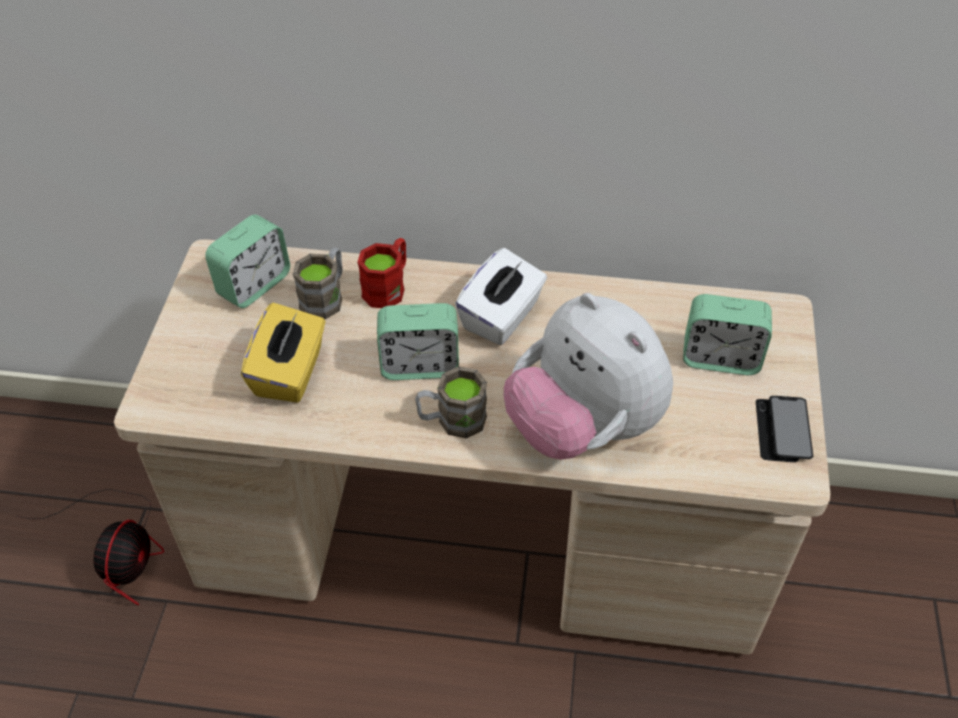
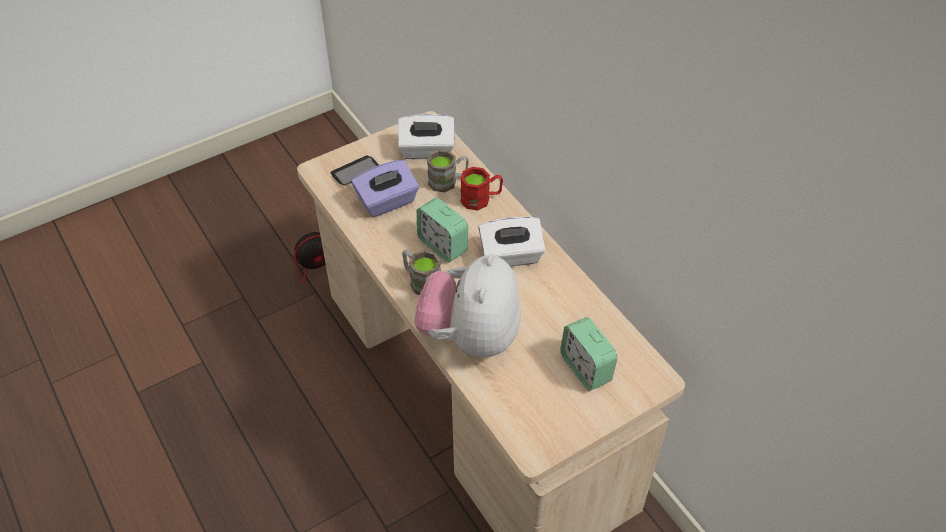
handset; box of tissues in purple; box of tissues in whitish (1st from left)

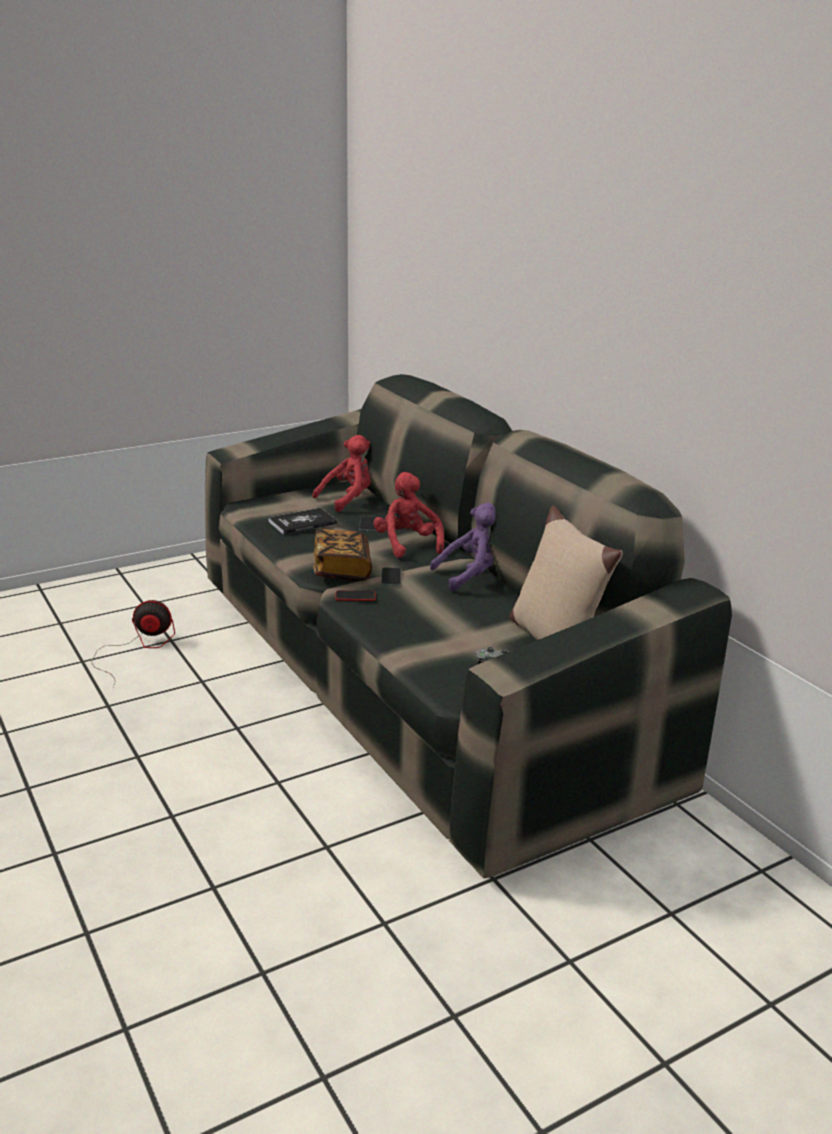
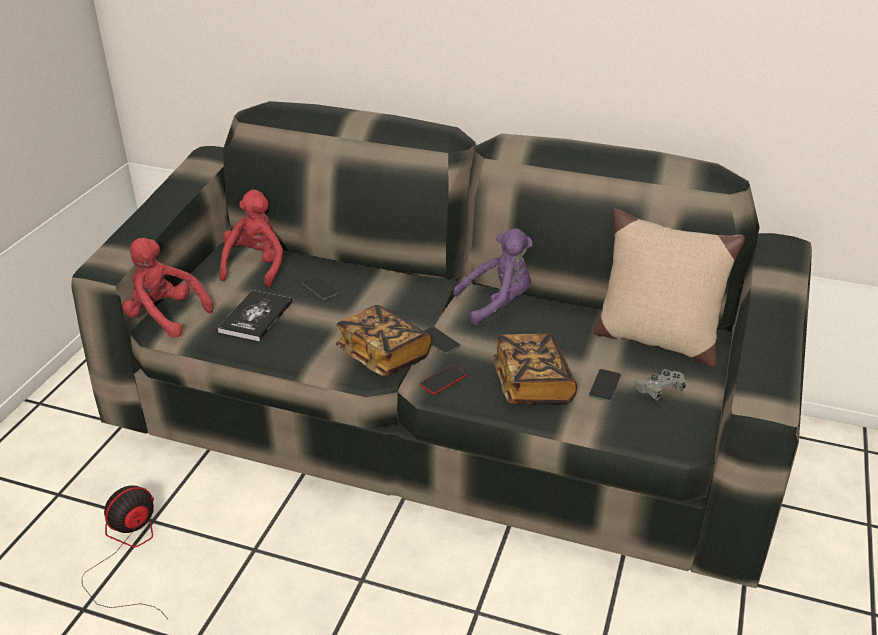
cuddly toy in red-coloured (1st from left); cuddly toy in purple; bound book (3rd from left); handset (4th from left)

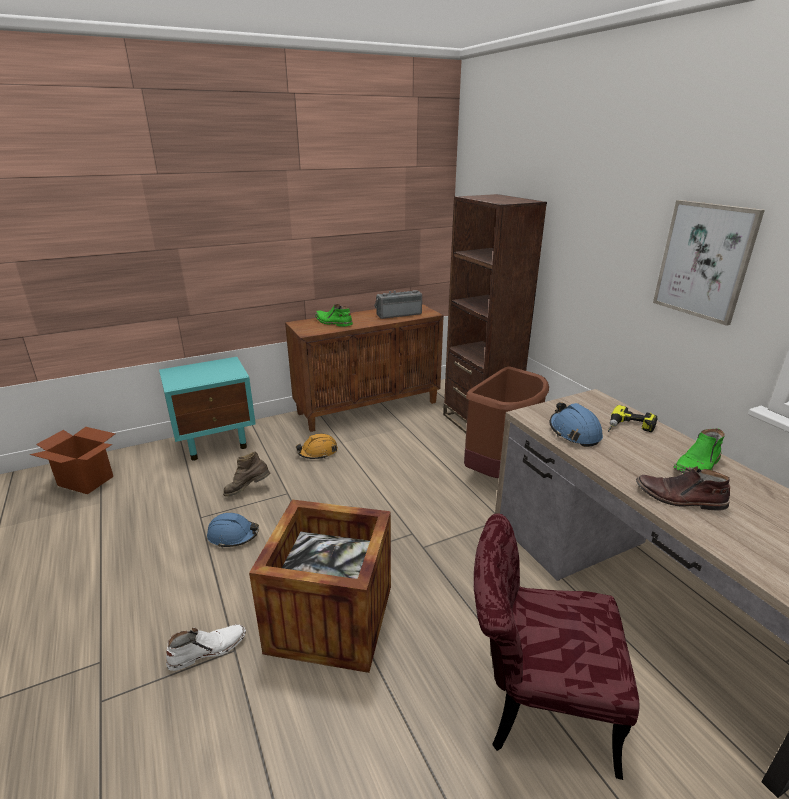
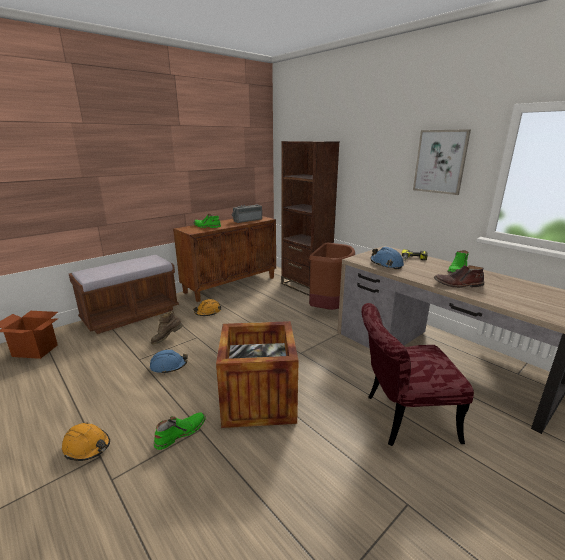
work helmet in orange (1st from left); indoor bench in brown; high-top boot in green (1st from left)

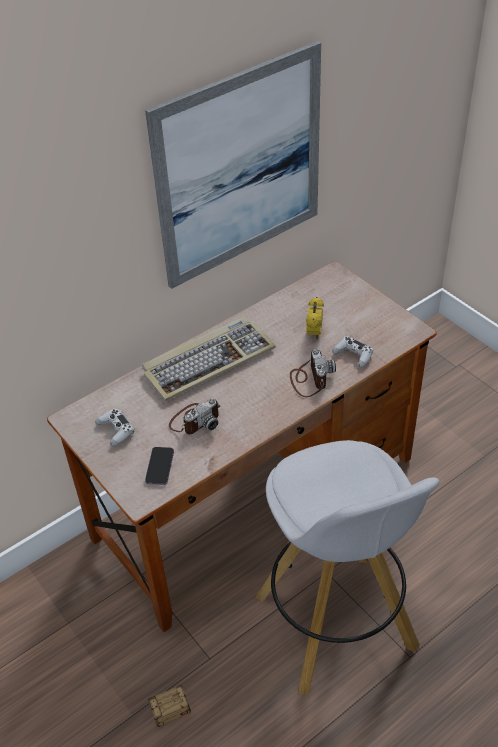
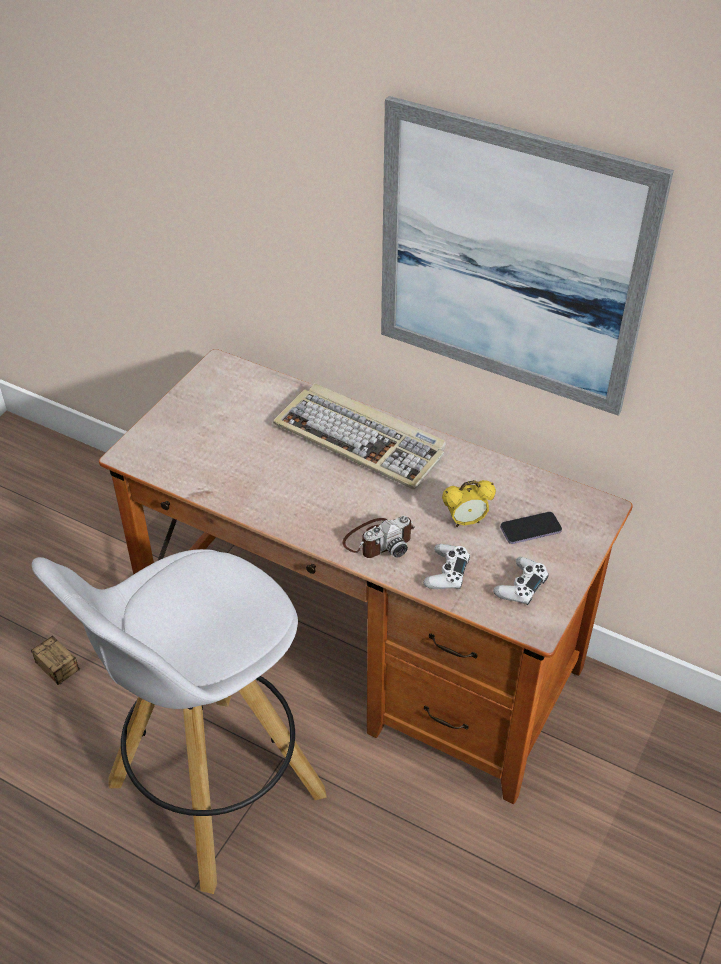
gamepad in whitish (2nd from left); handset; still camera (1st from left in the first image)

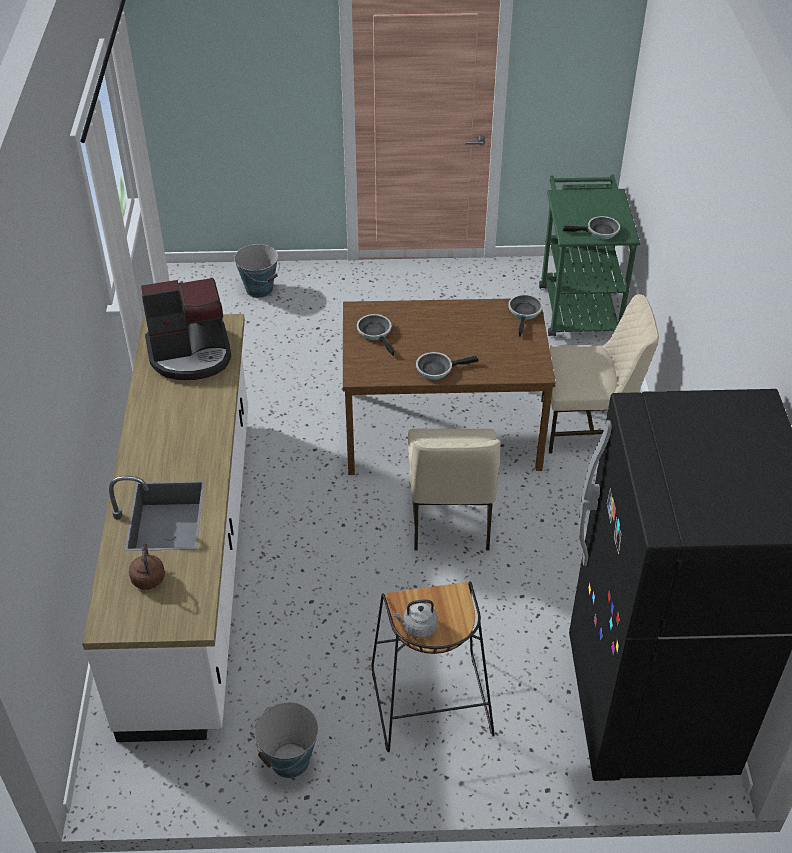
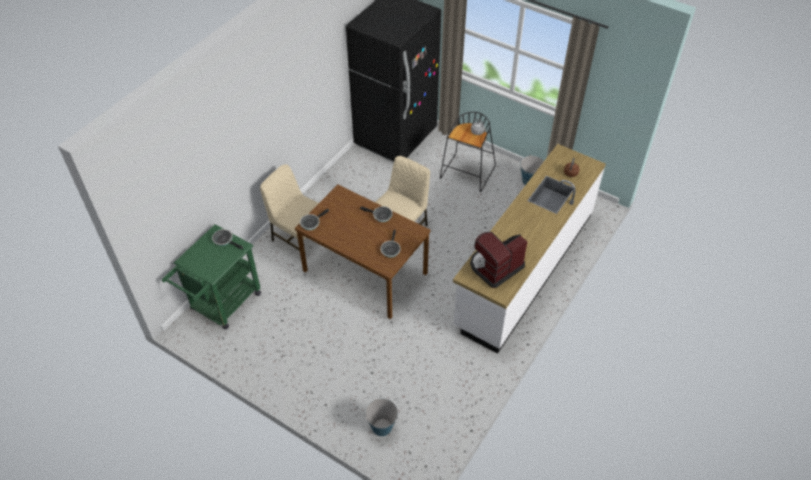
coffee machine

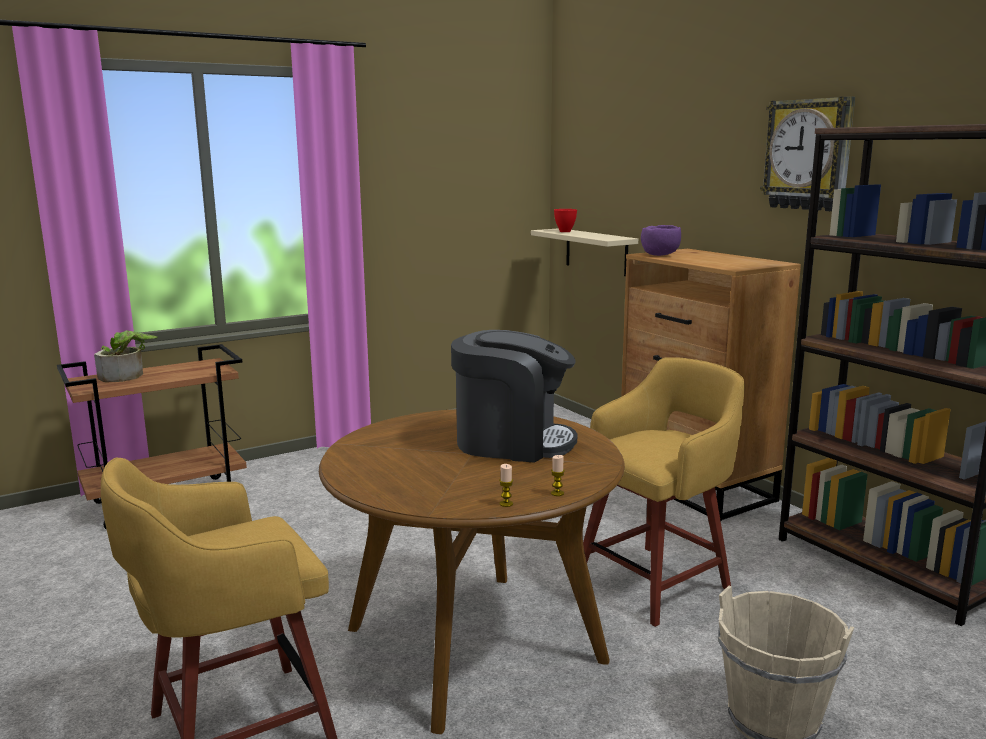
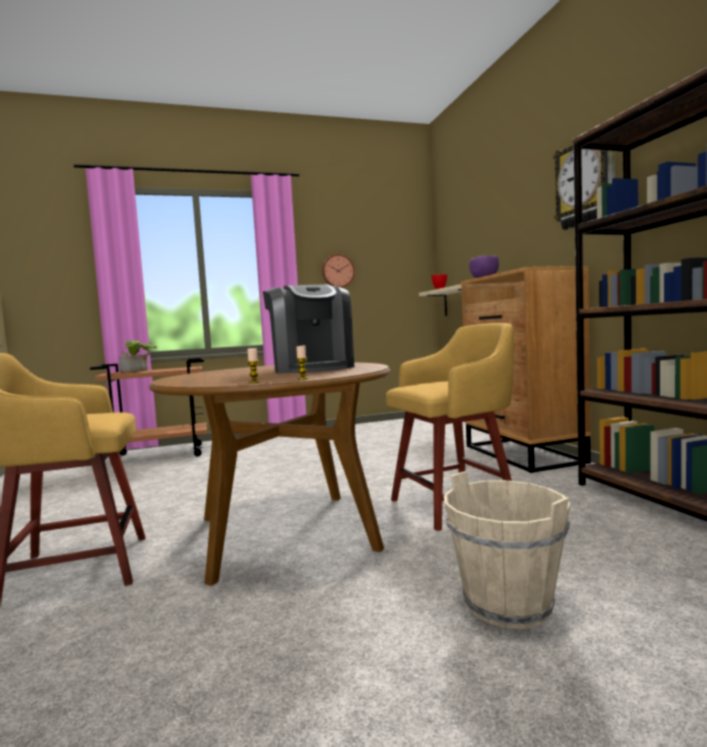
coffee machine; wall clock (1st from left)

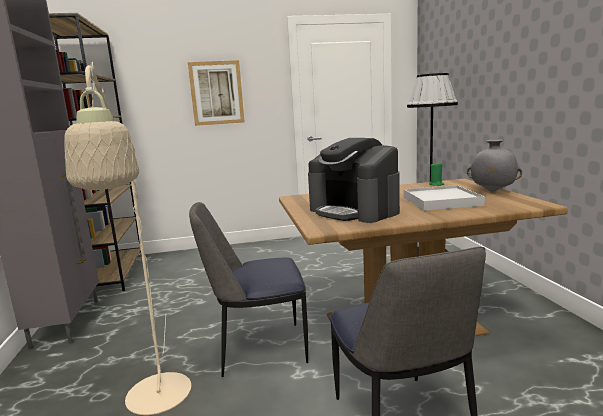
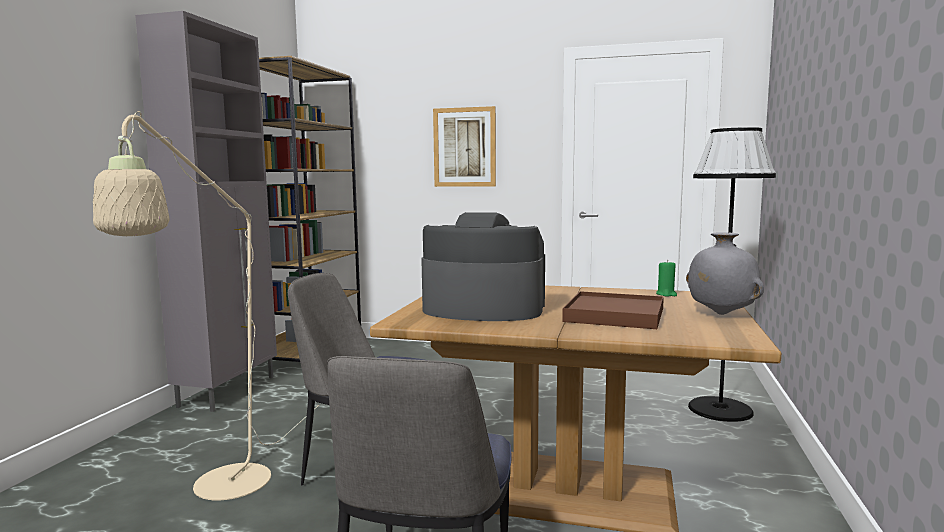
coffee machine; tray in brown

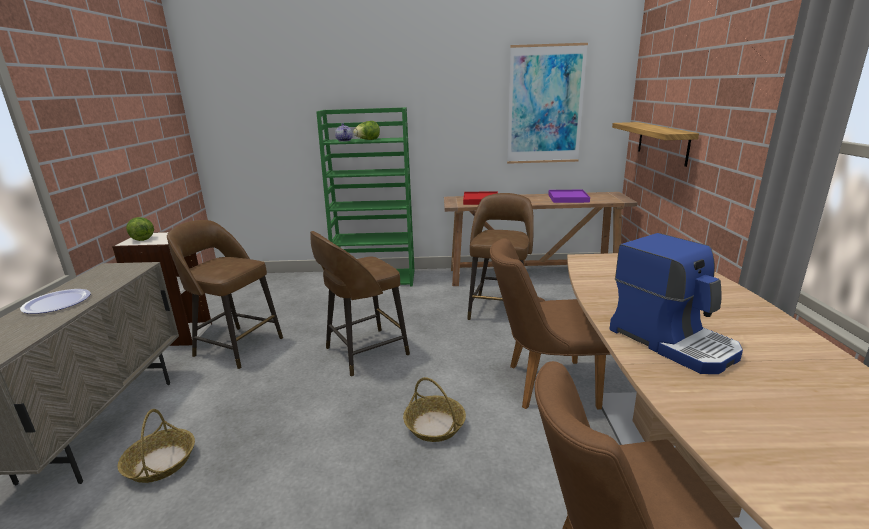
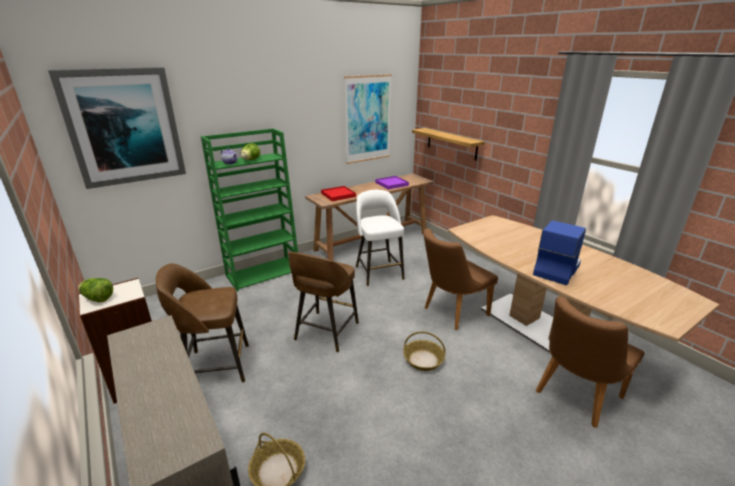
wall art (1st from left); stool in whitish; coffee machine; flat dish

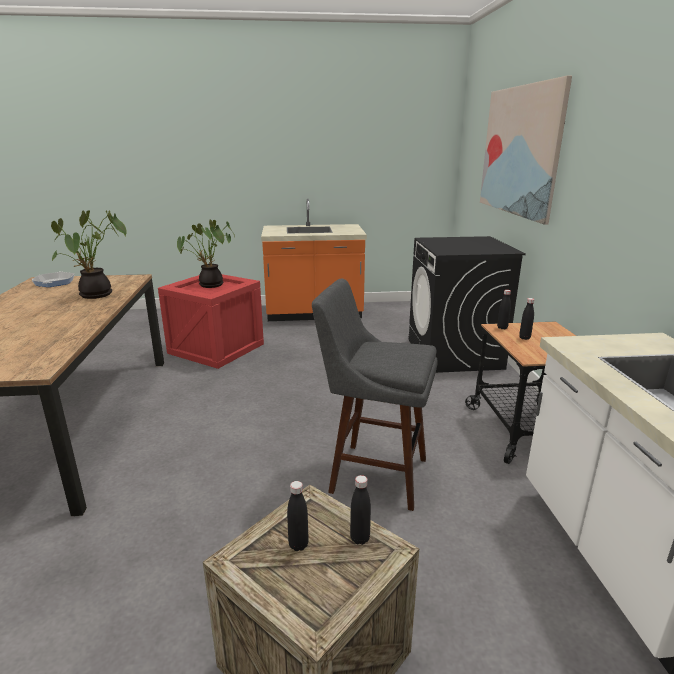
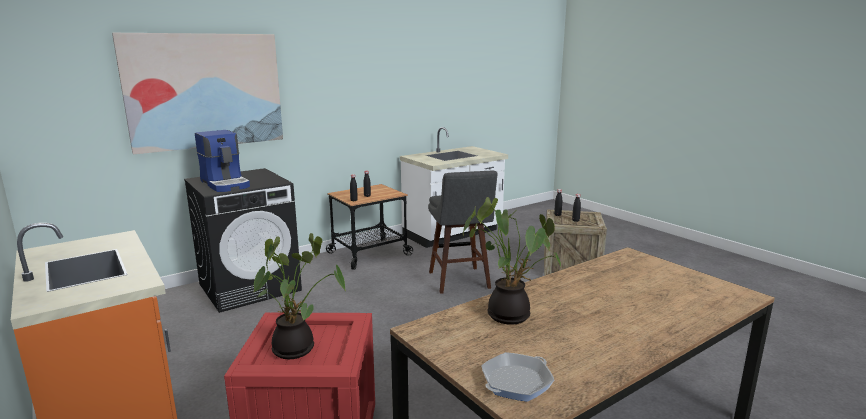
coffee machine

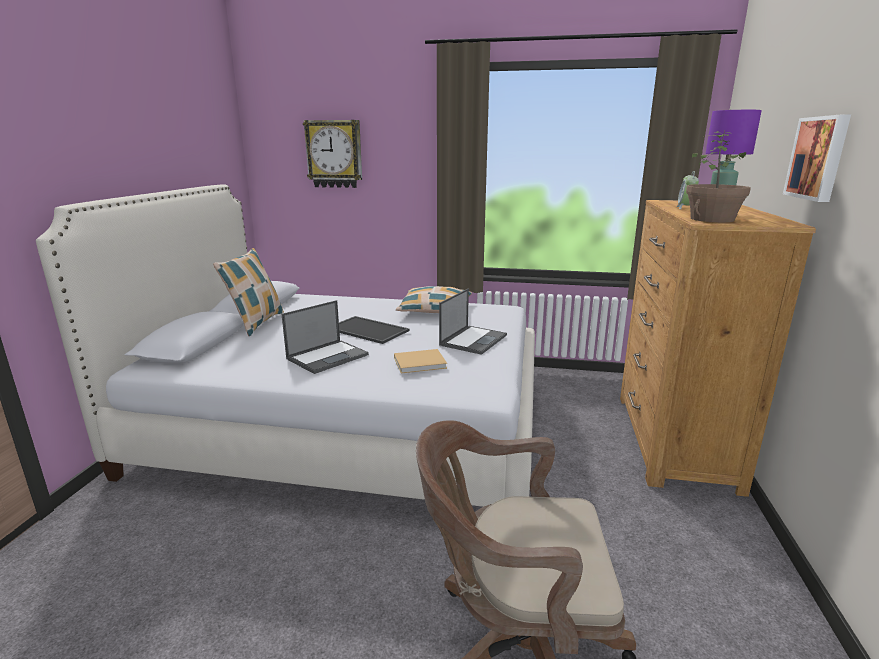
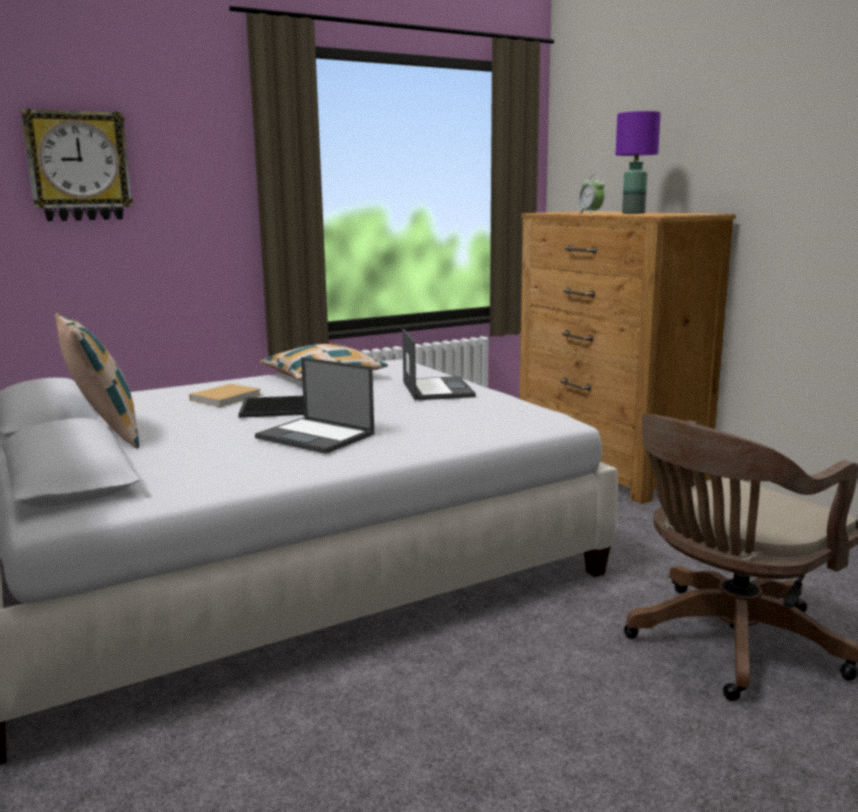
bound book in beige-coloured; laptop (1st from left); plant in a pot; wall art

